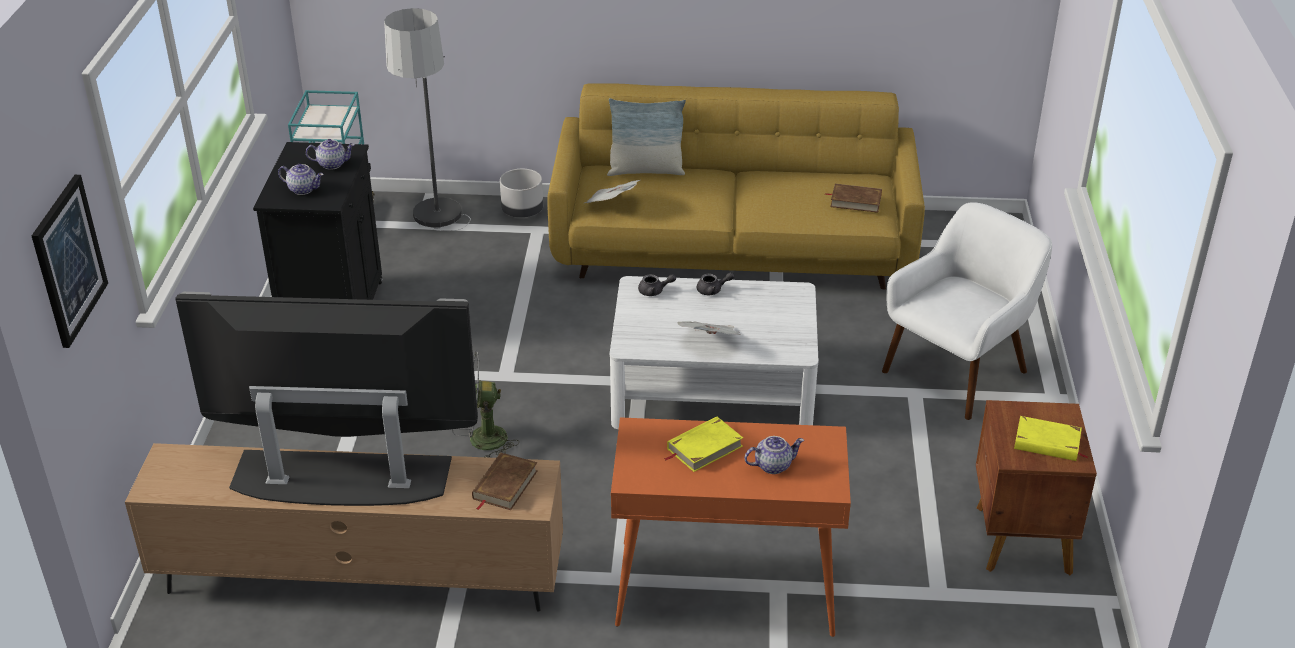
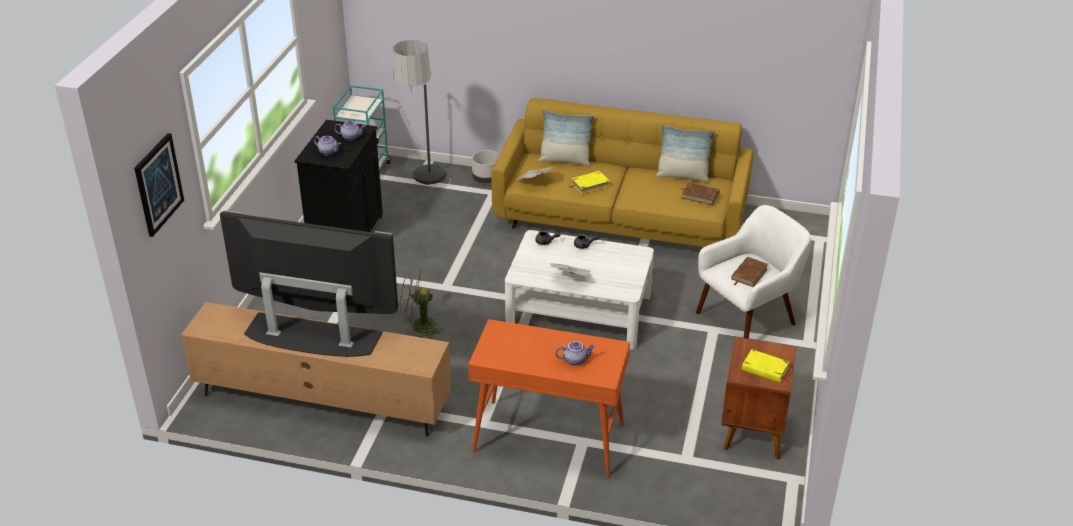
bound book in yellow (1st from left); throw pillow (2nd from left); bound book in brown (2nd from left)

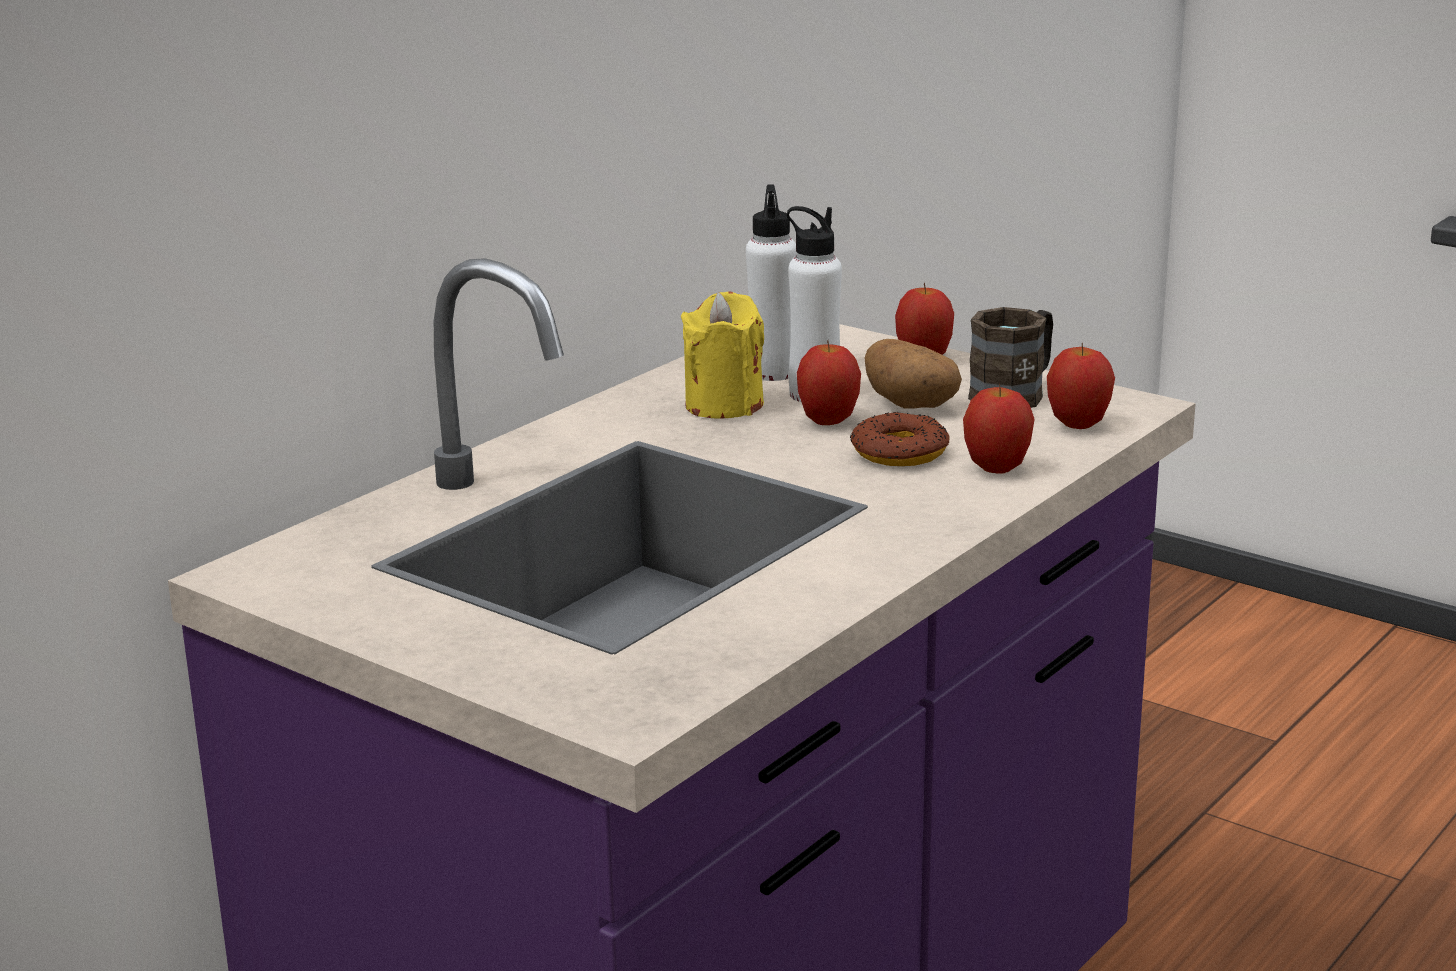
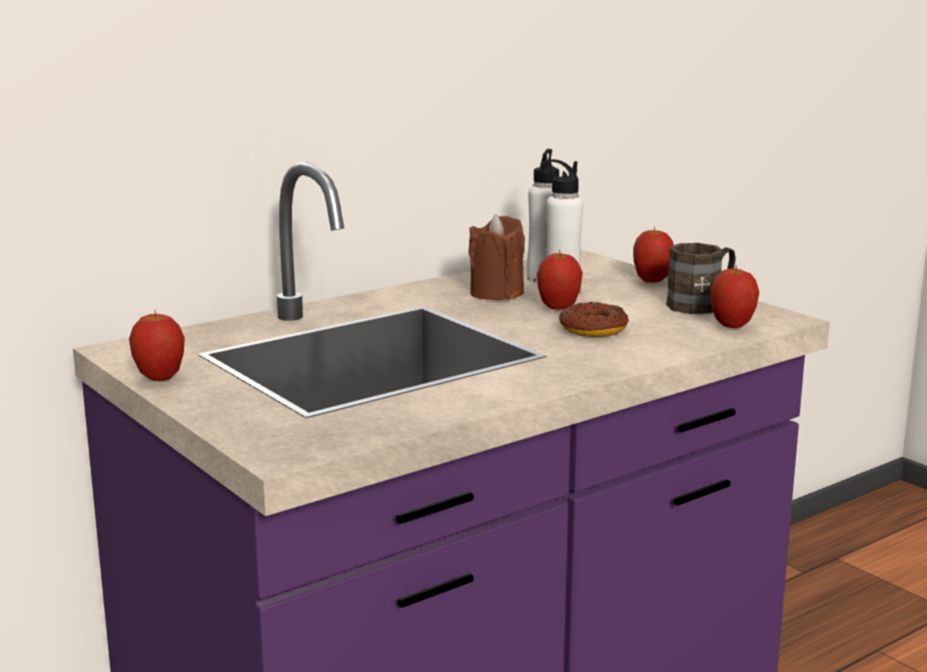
apple (1st from left); wax light in brown; spud

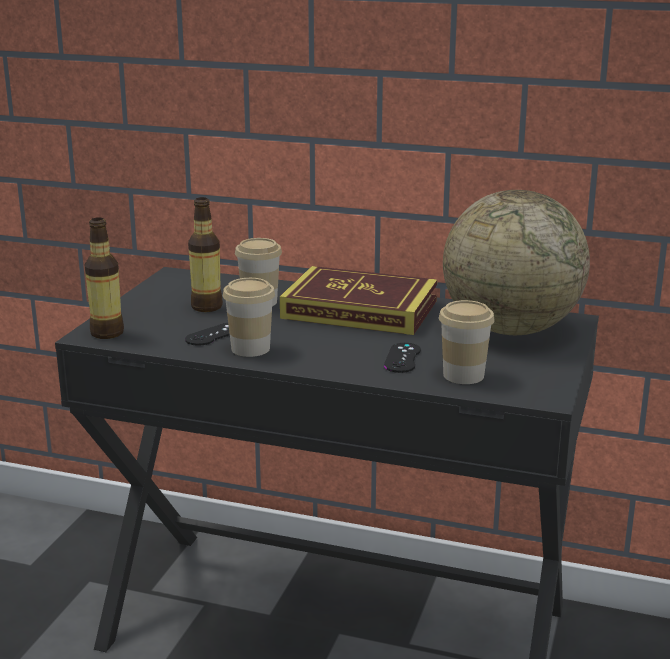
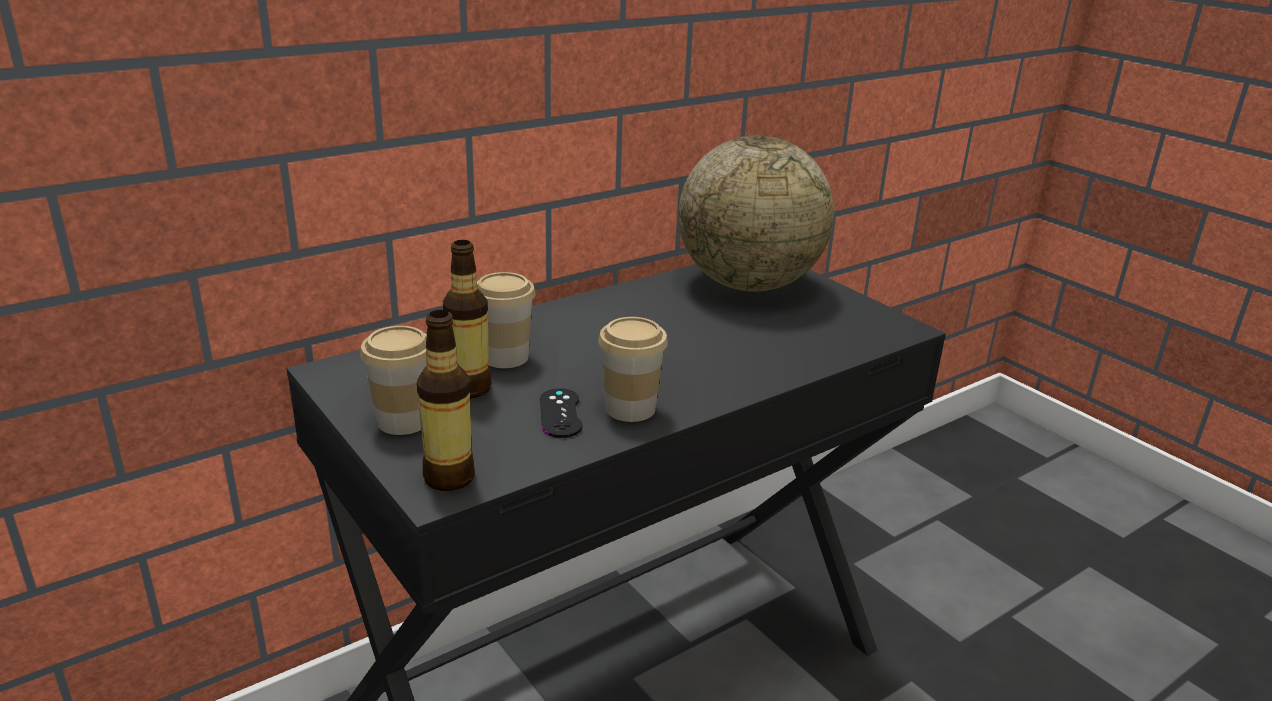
small cup (1st from left); bound book; gamepad in black (2nd from left in the first image)

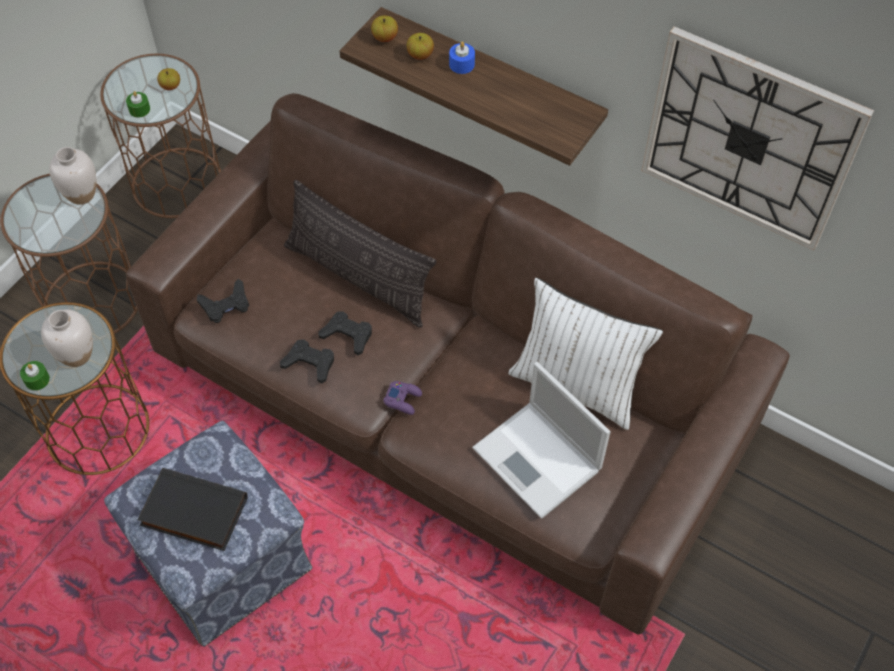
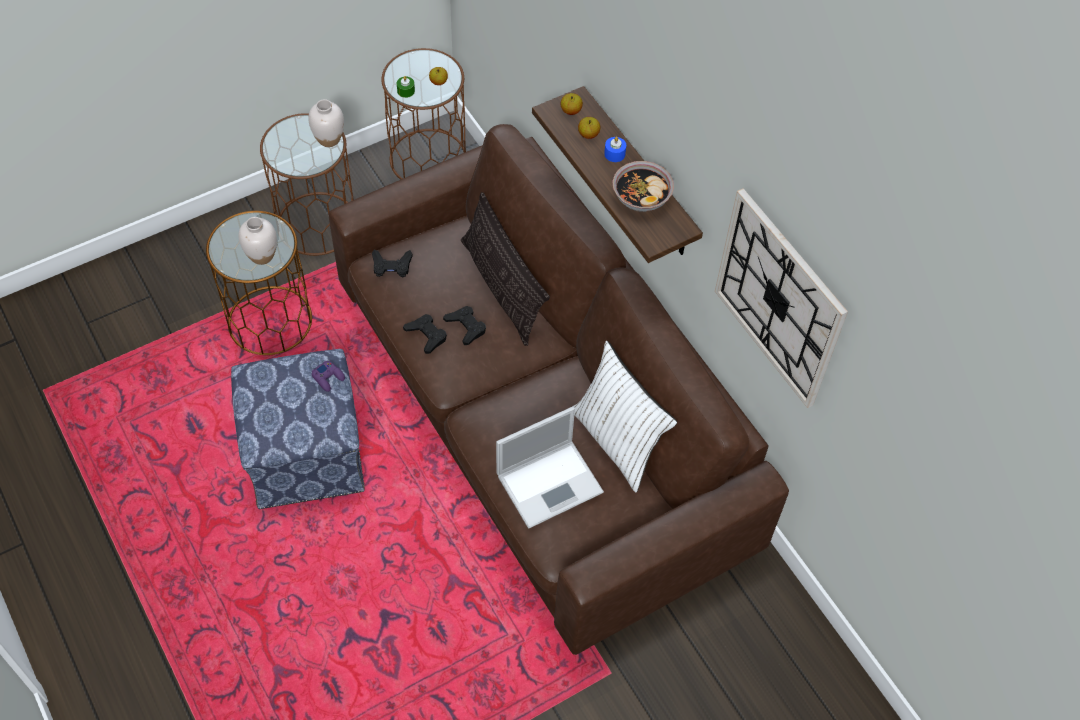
gamepad in purple; laptop; bowl; wax light in green (1st from left in the first image); bound book in black

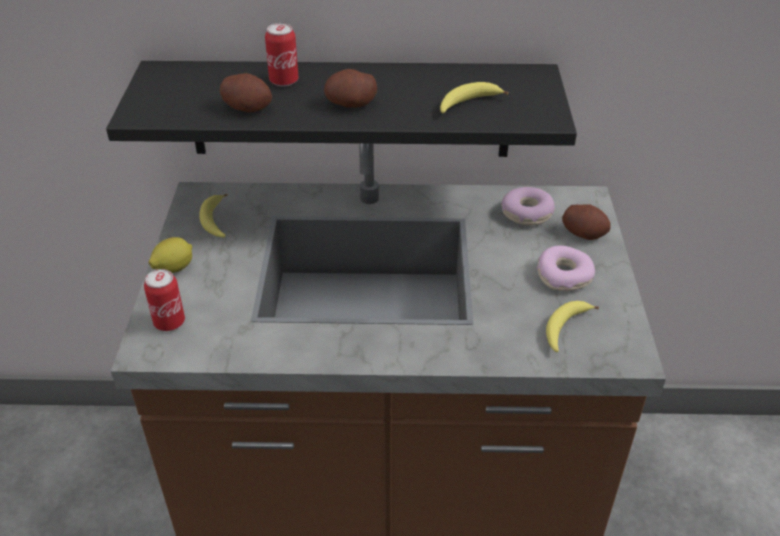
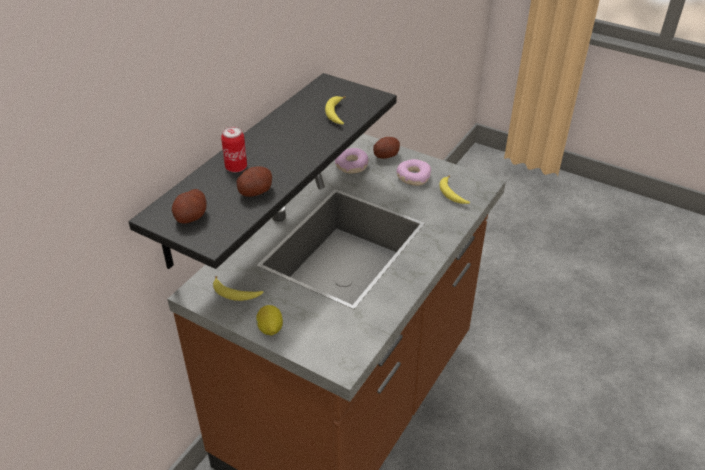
spud (1st from left); can (1st from left in the first image)

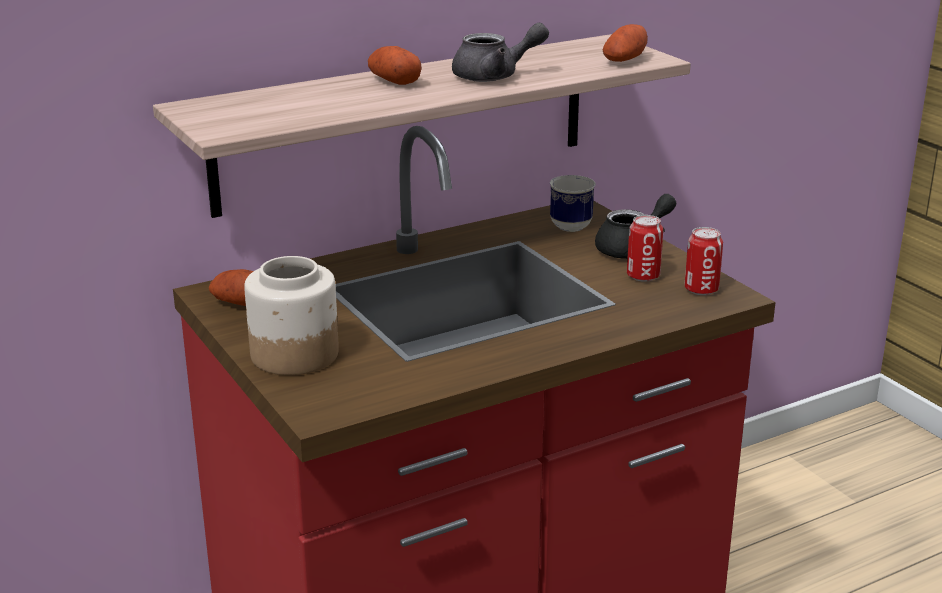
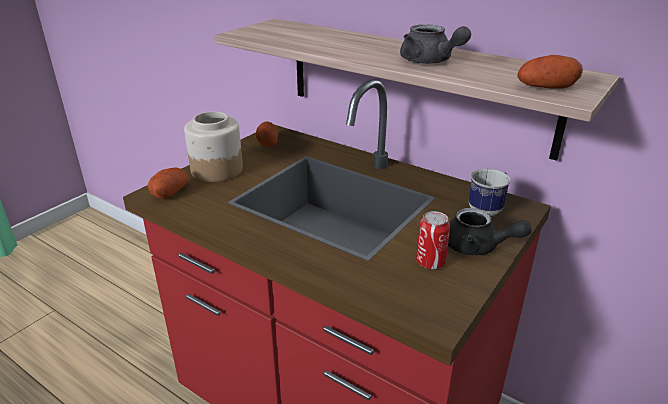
spud (1st from left); can (2nd from left in the first image)

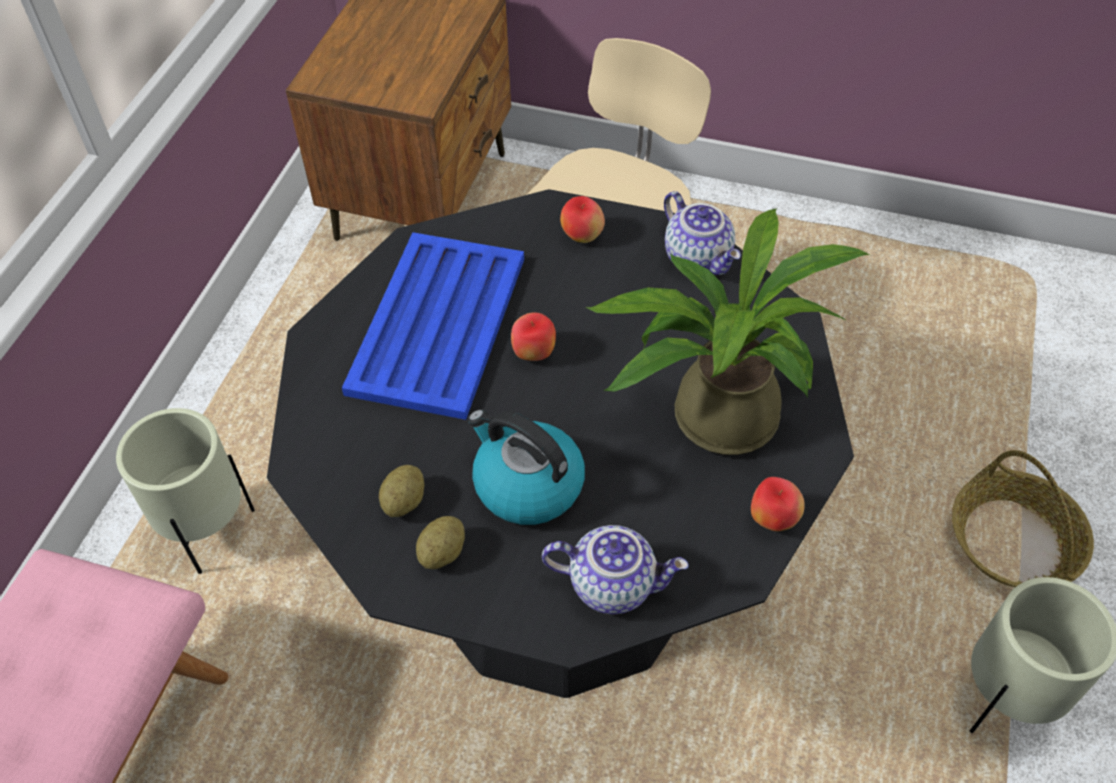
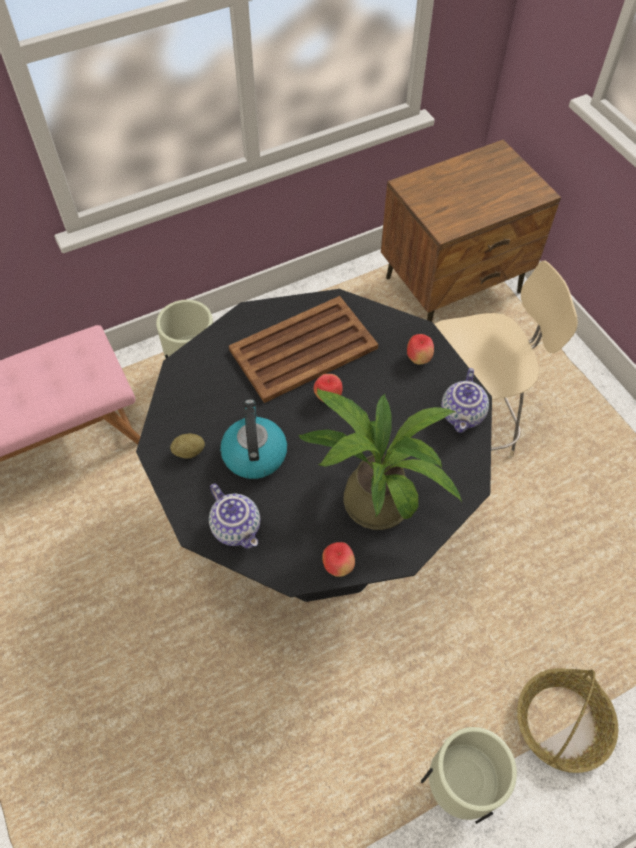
tray in brown; spud (1st from left in the first image)

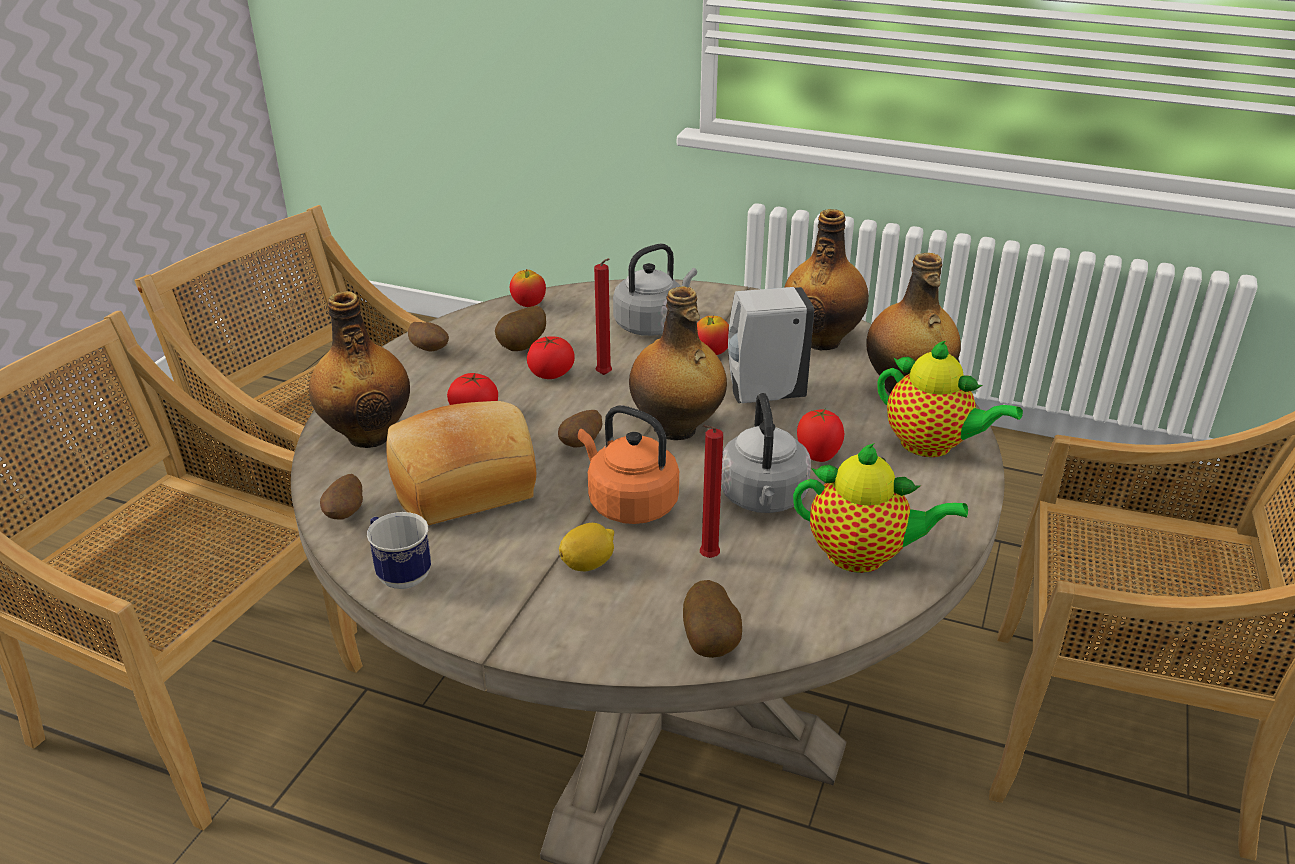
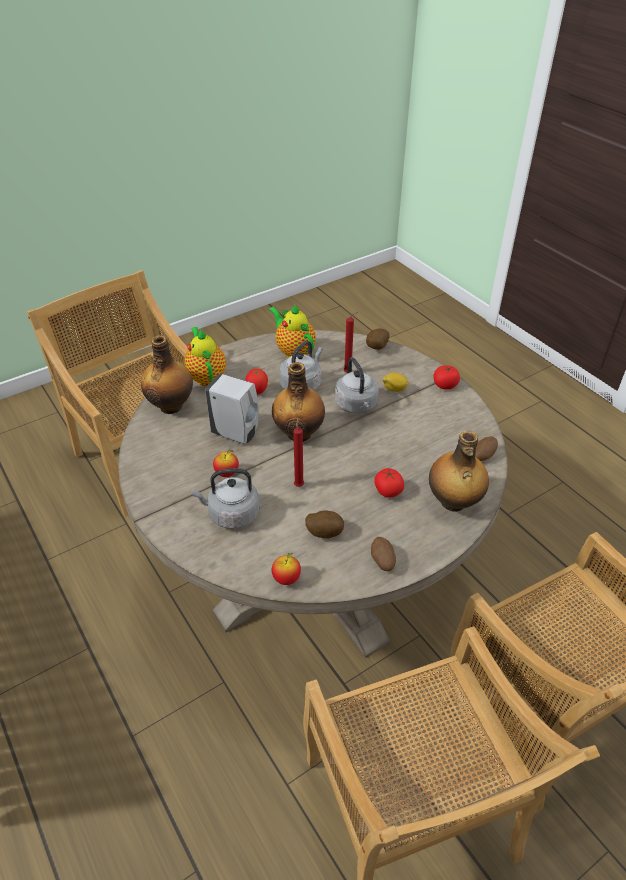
kettle in gray (3rd from left); fresh tomato (3rd from left); tea mug; bread; spud (4th from left in the first image); beverage bottle (3rd from left in the first image)

